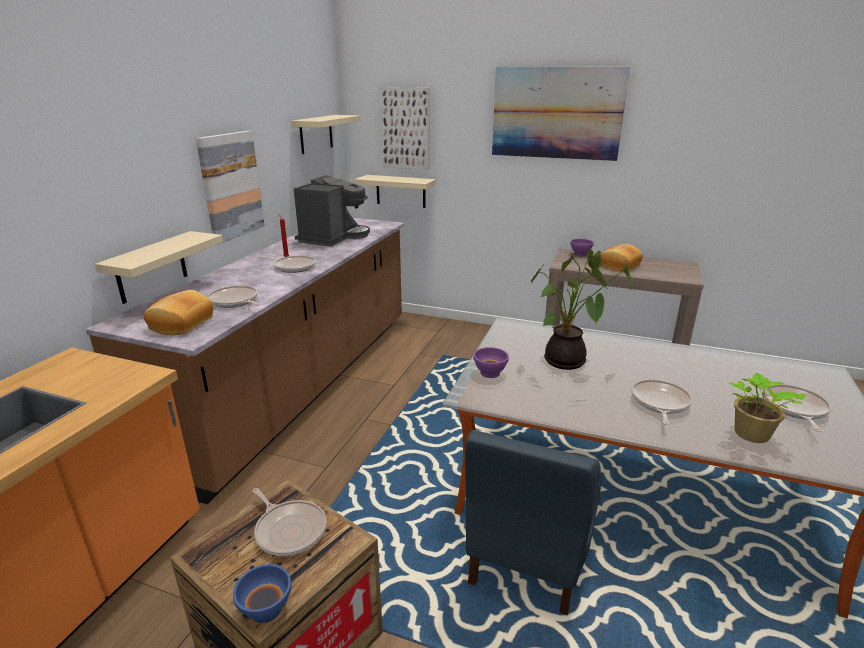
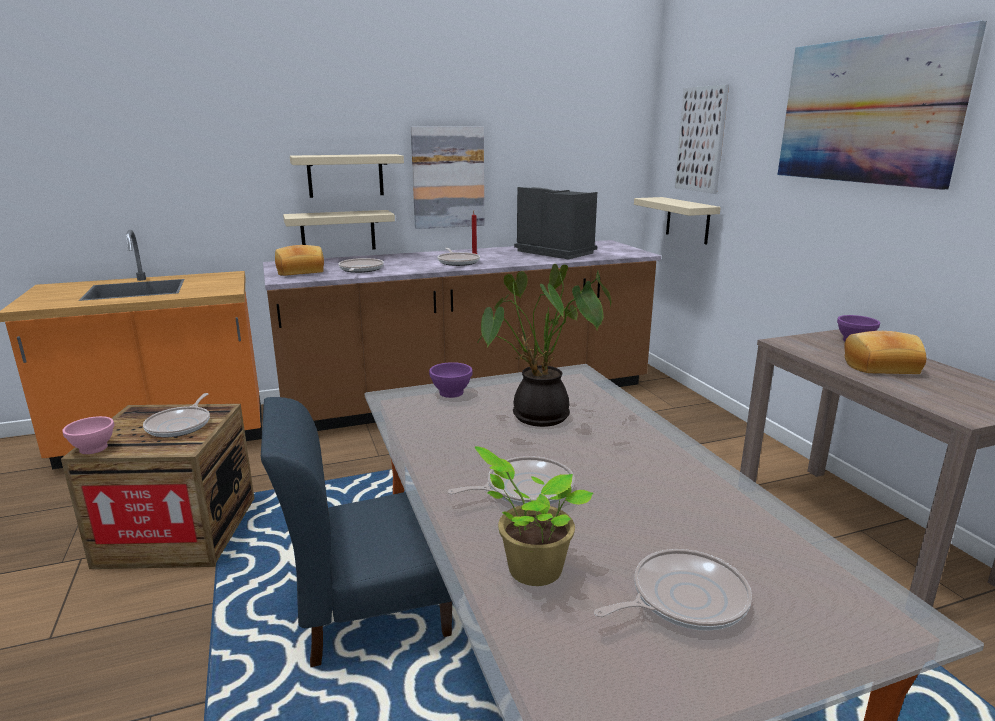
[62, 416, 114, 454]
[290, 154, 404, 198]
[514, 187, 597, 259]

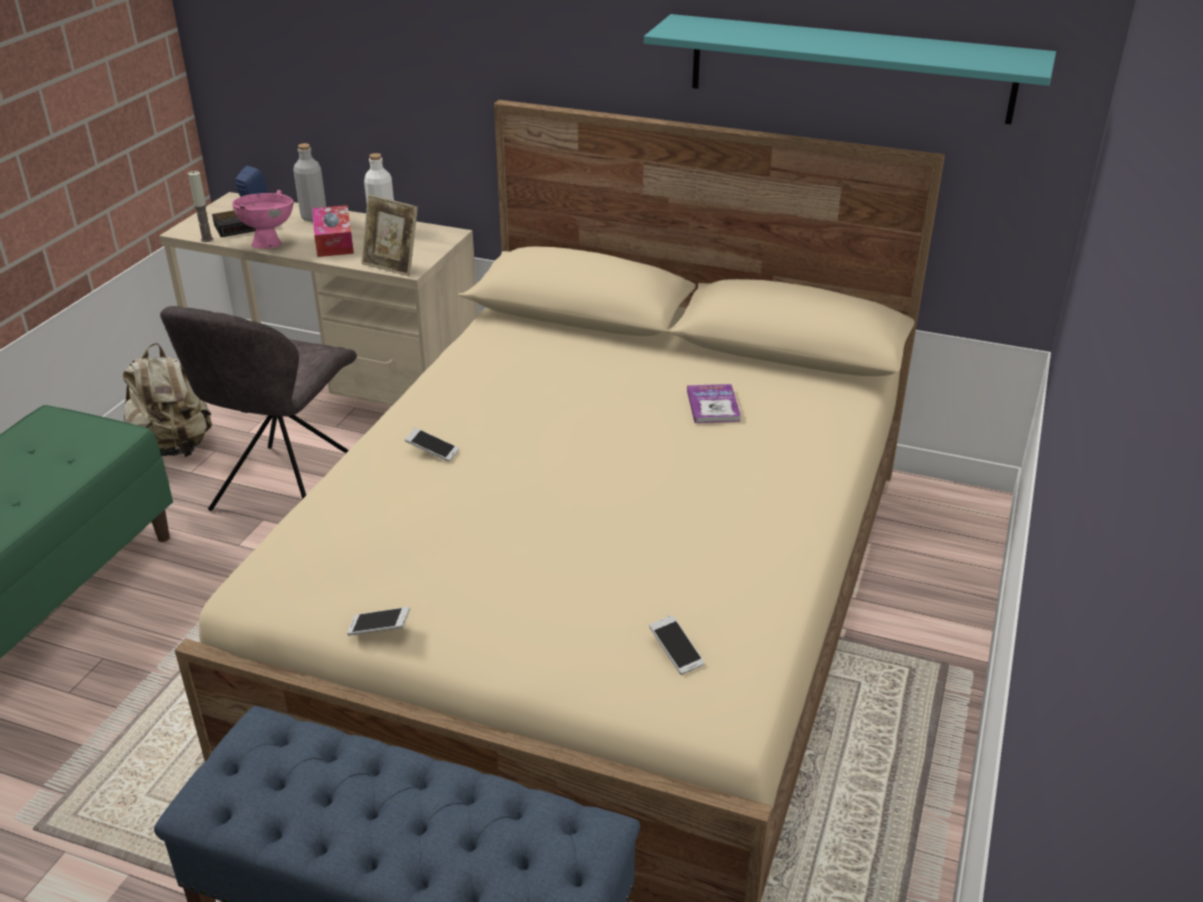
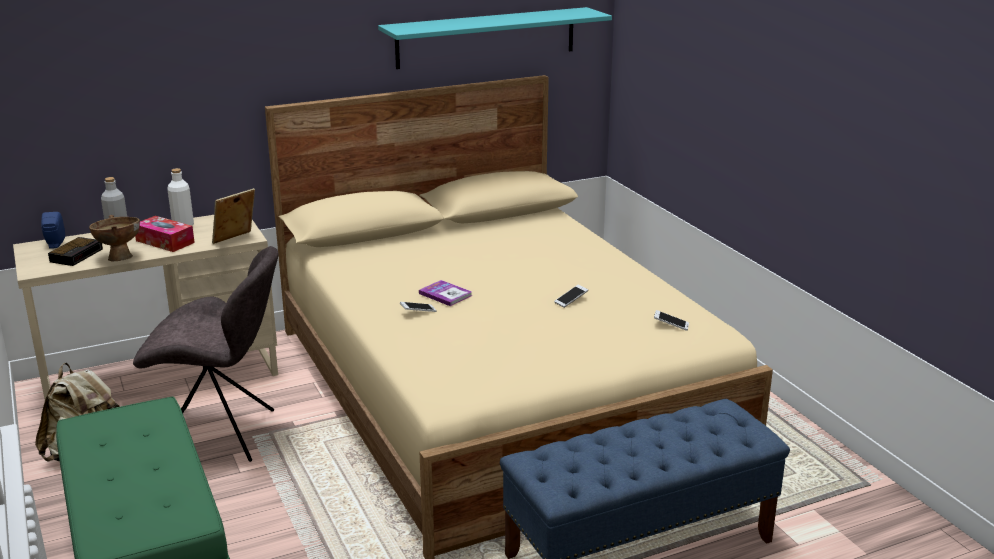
[133, 246, 279, 462]
[188, 171, 213, 242] (first image)
[89, 215, 140, 262]
[554, 284, 588, 308]
[212, 188, 255, 244]
[419, 280, 472, 306]

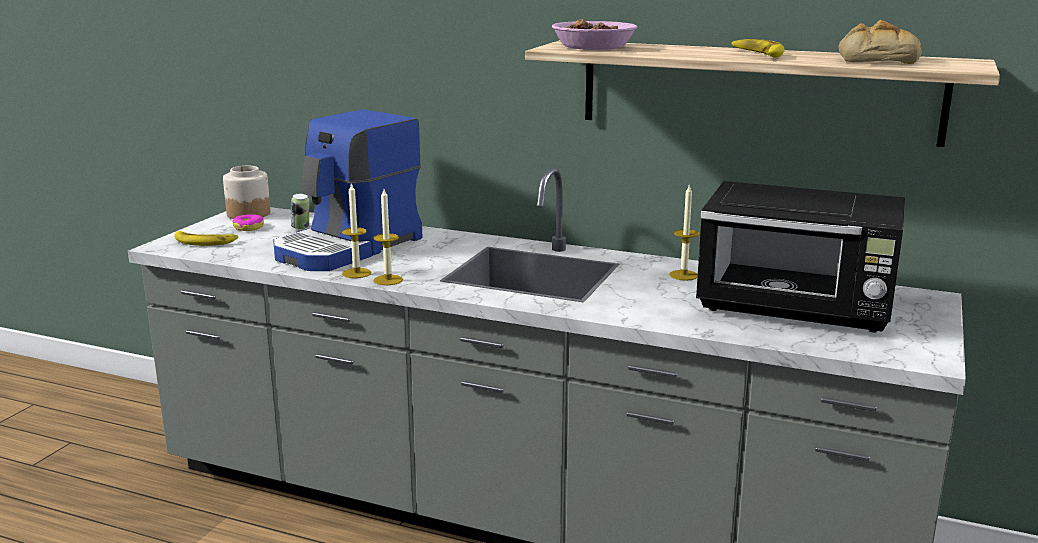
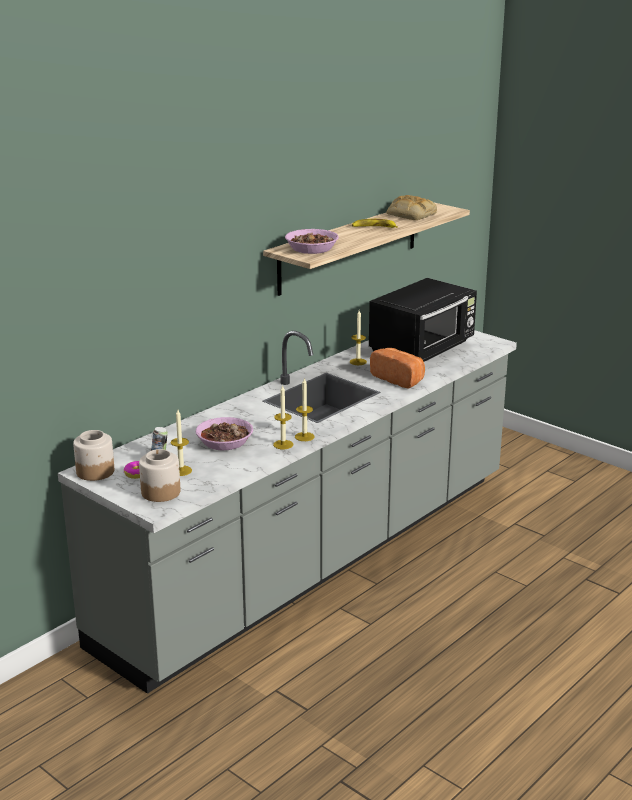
[139, 449, 181, 502]
[196, 417, 253, 450]
[171, 410, 192, 476]
[370, 348, 425, 389]

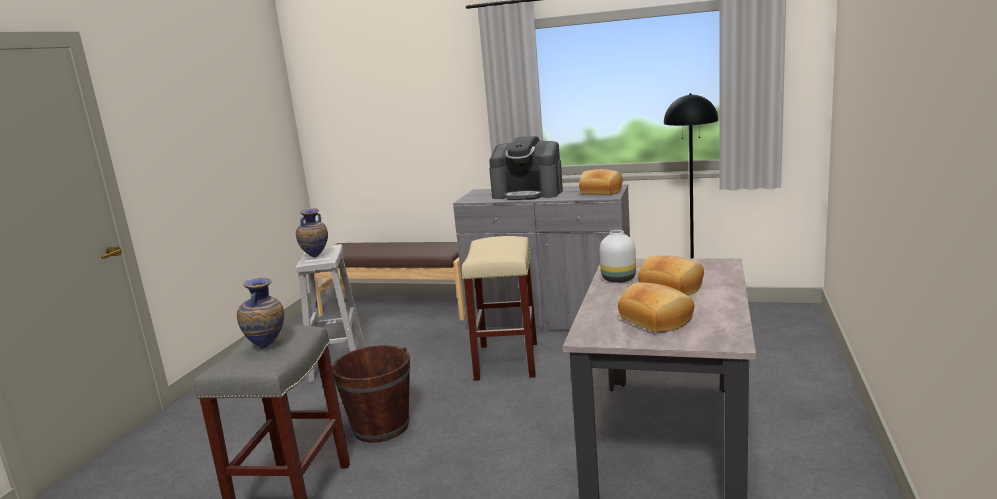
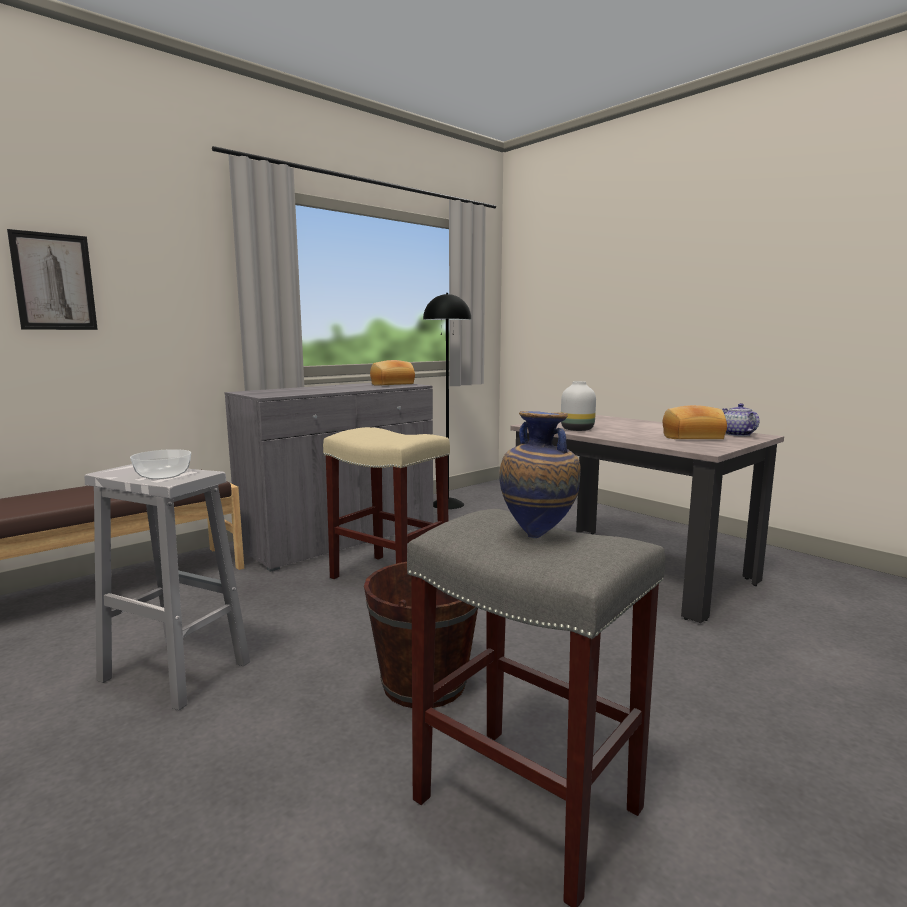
[130, 449, 191, 480]
[489, 136, 563, 200] (first image)
[638, 255, 704, 296] (first image)
[7, 229, 98, 330]
[722, 403, 760, 436]

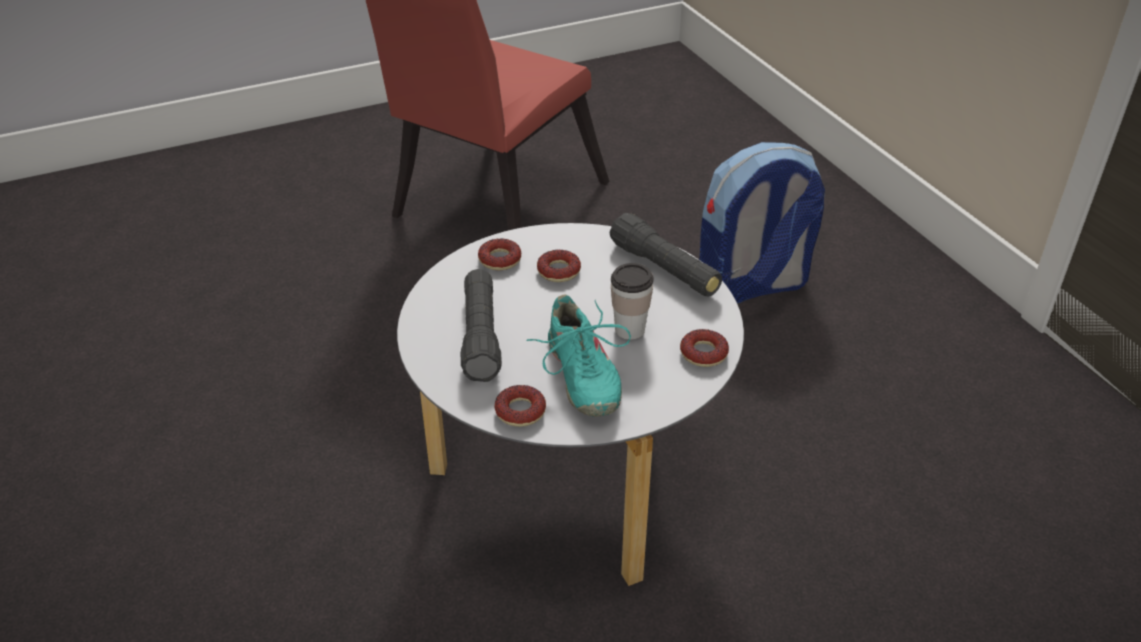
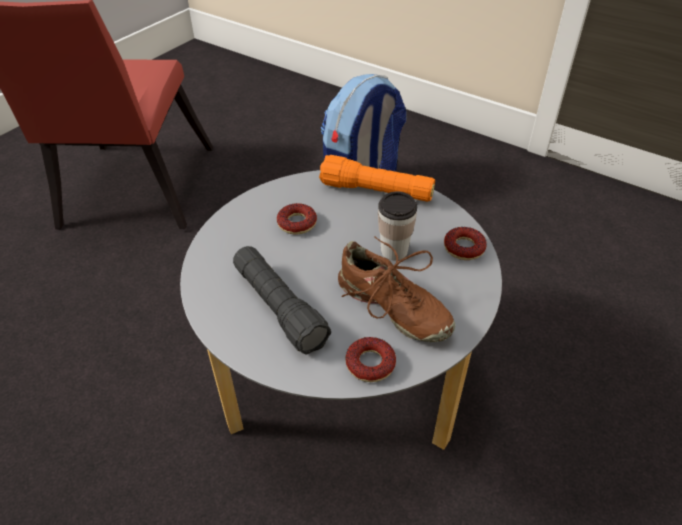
[478, 238, 521, 270] (first image)
[338, 236, 455, 342]
[319, 155, 435, 202]

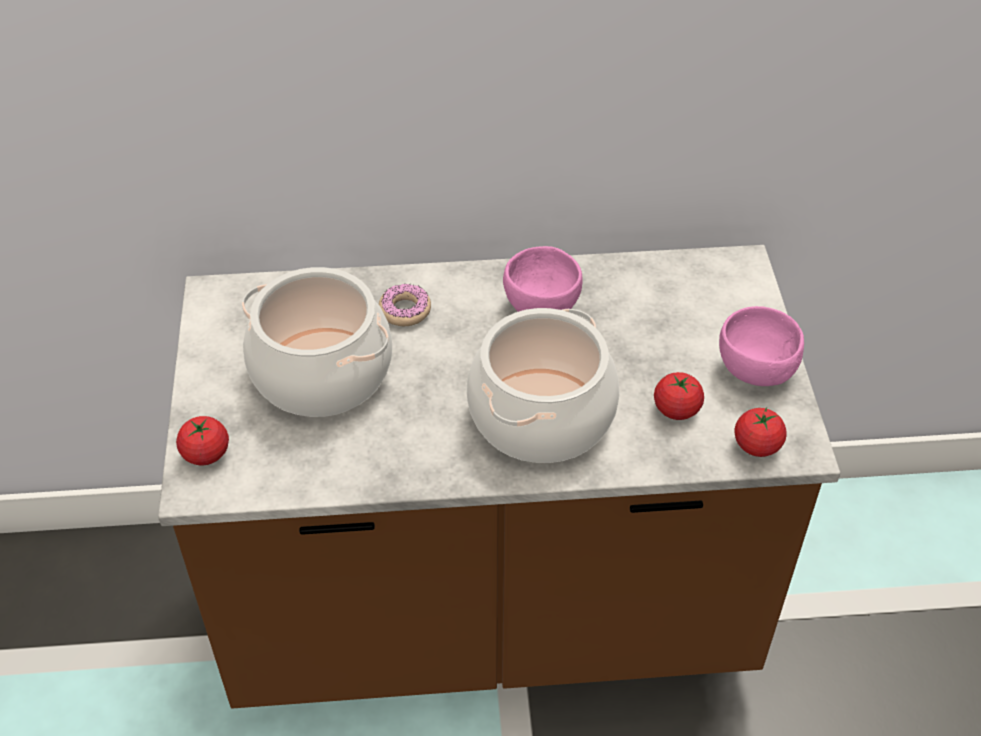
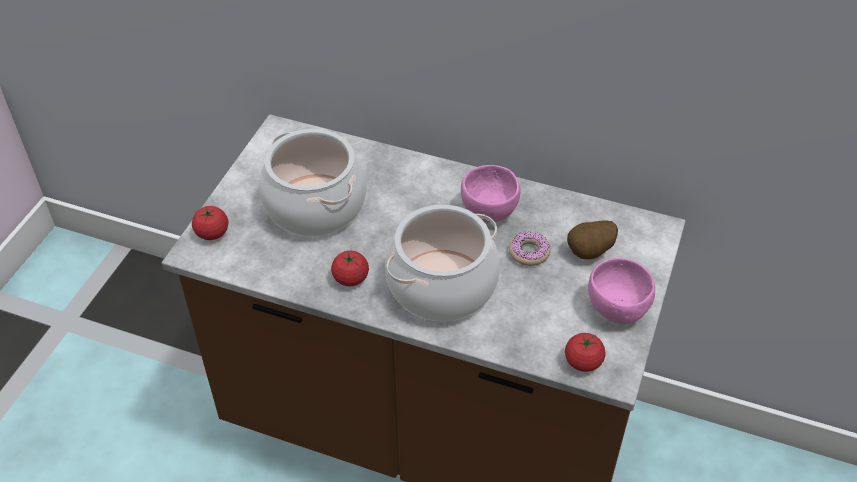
[509, 231, 551, 266]
[331, 251, 369, 286]
[567, 220, 618, 259]

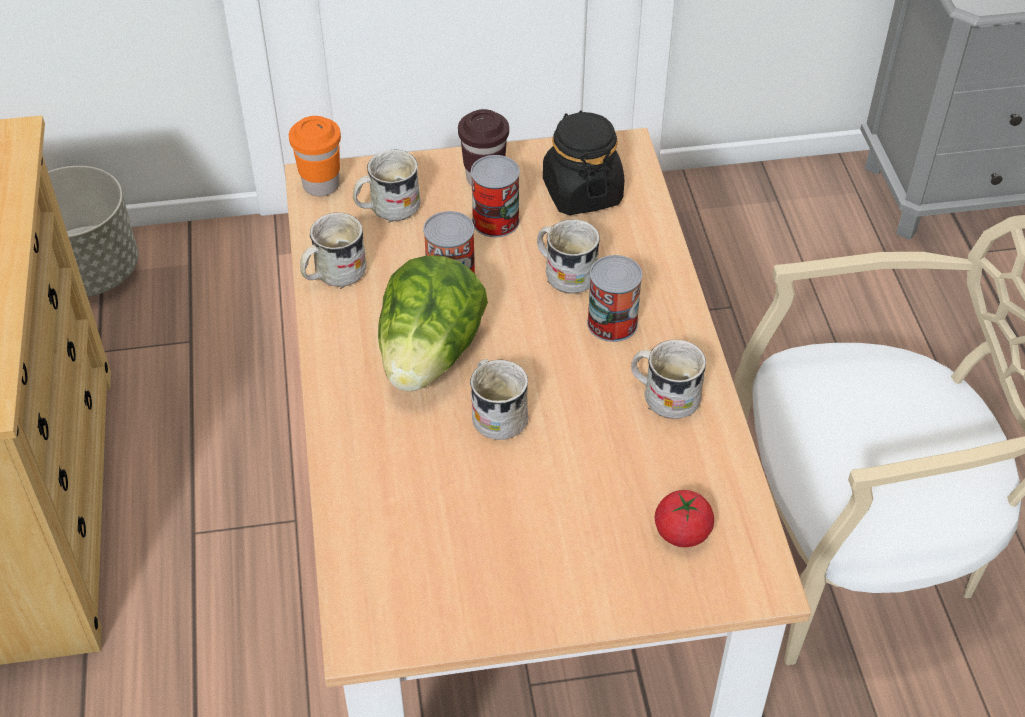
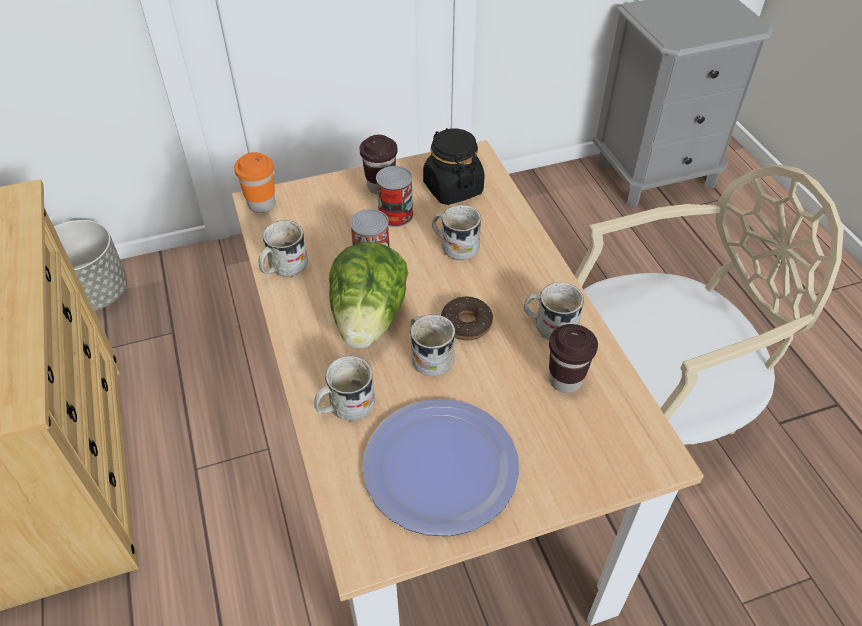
[314, 356, 375, 422]
[587, 255, 643, 342] (first image)
[655, 490, 714, 547] (first image)
[362, 399, 519, 536]
[441, 297, 493, 341]
[549, 324, 598, 393]

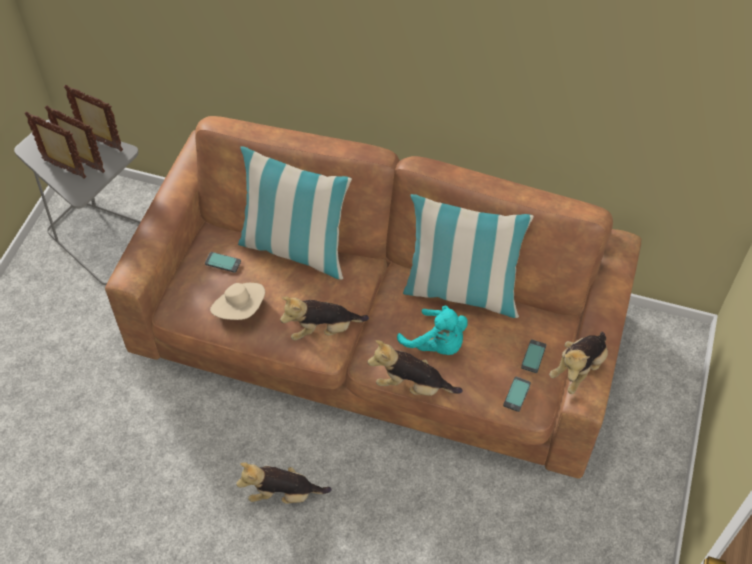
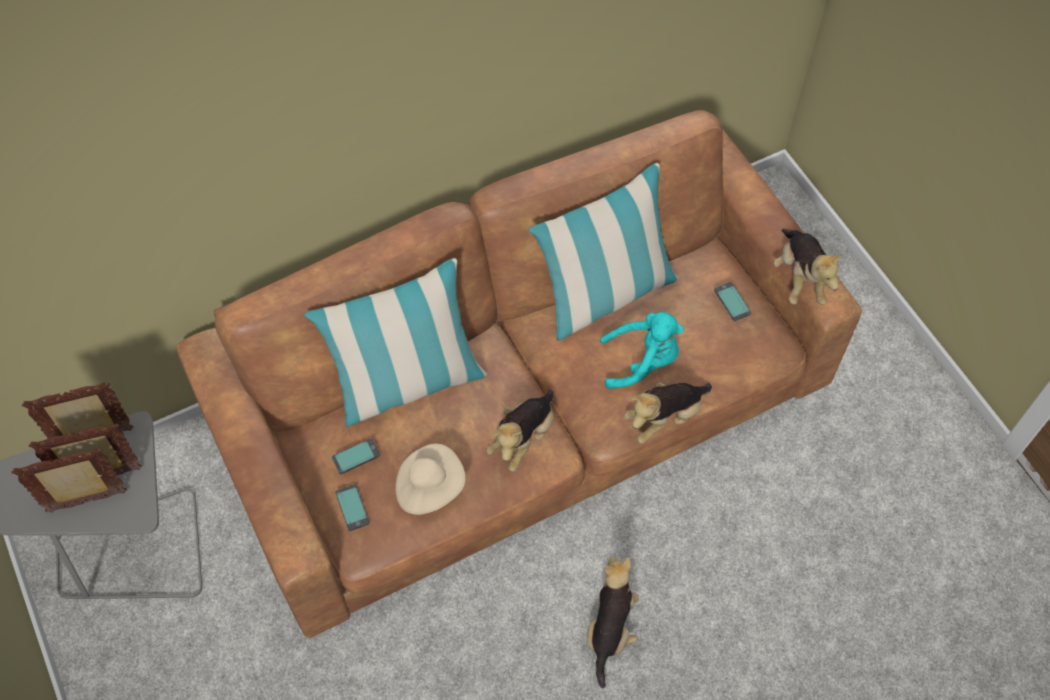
[587, 557, 639, 688]
[335, 484, 369, 531]

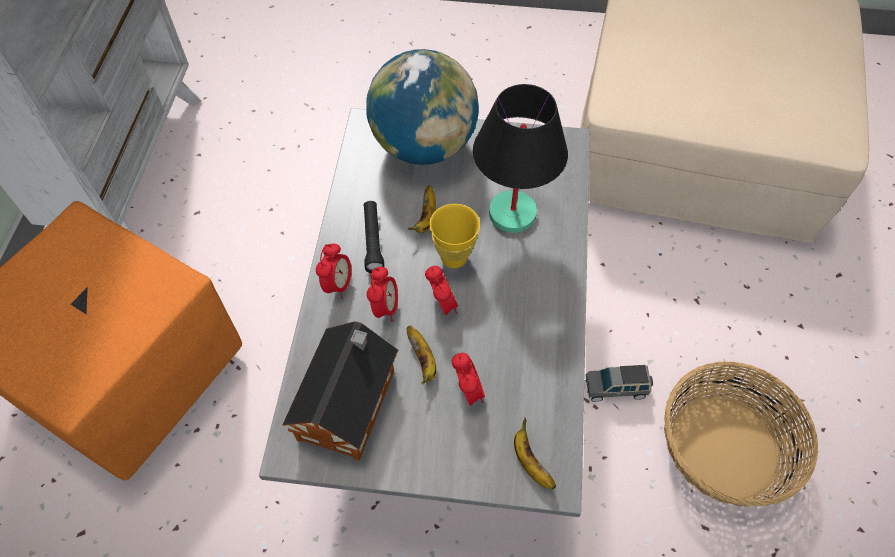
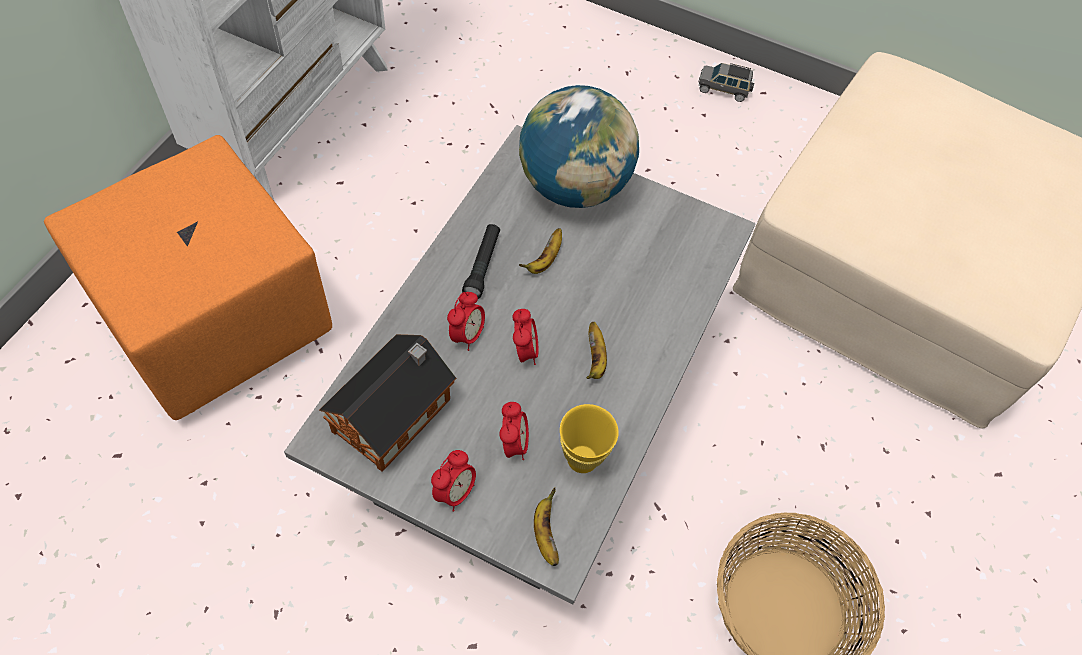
[431, 450, 476, 512]
[587, 322, 607, 379]
[560, 404, 619, 473]
[473, 84, 568, 233] (first image)
[698, 63, 754, 102]

